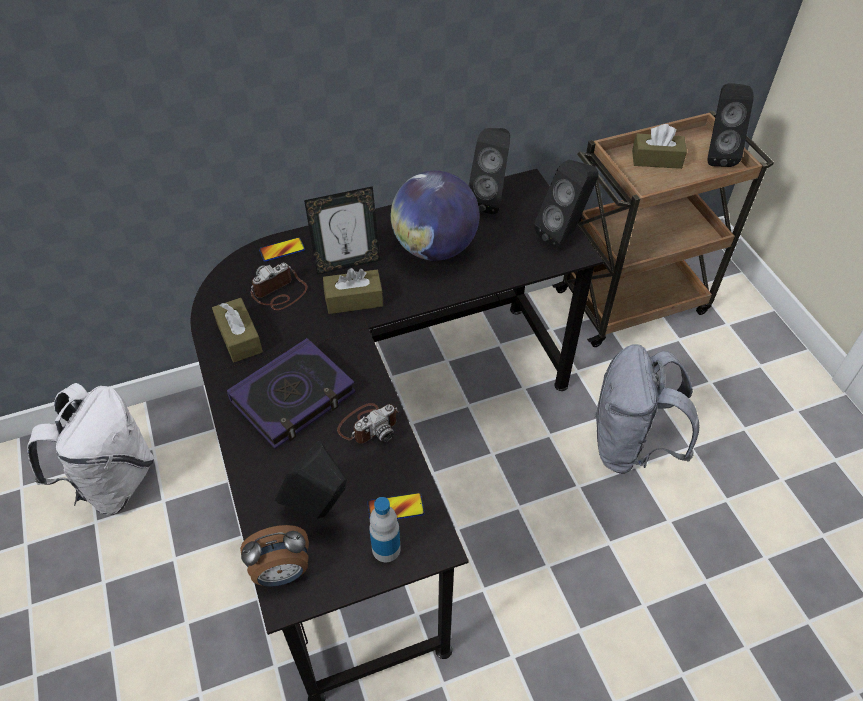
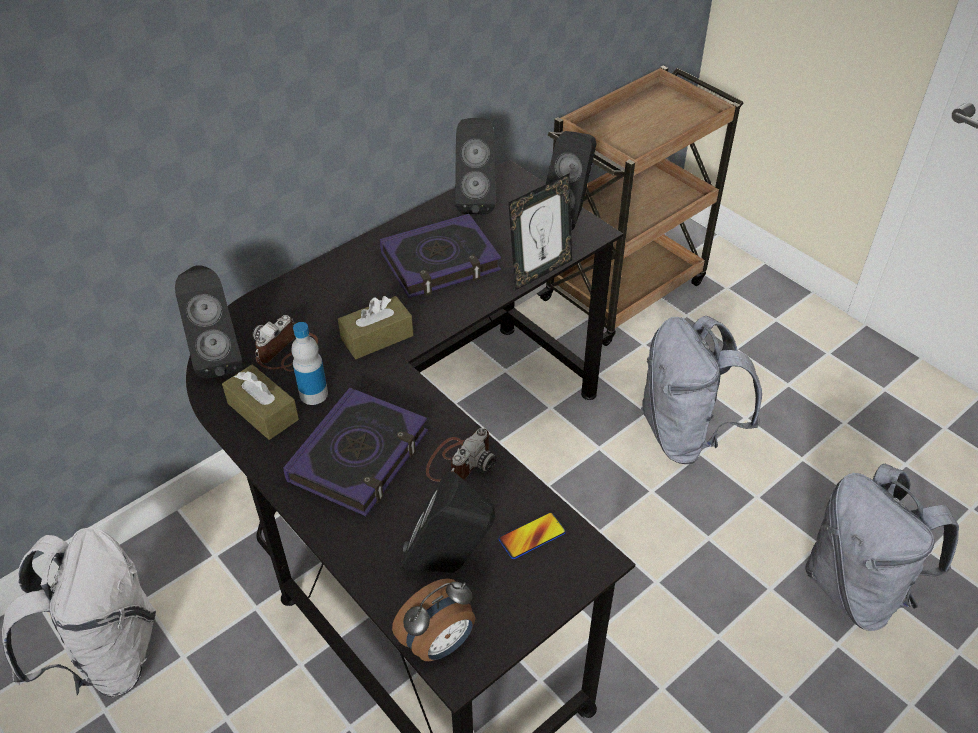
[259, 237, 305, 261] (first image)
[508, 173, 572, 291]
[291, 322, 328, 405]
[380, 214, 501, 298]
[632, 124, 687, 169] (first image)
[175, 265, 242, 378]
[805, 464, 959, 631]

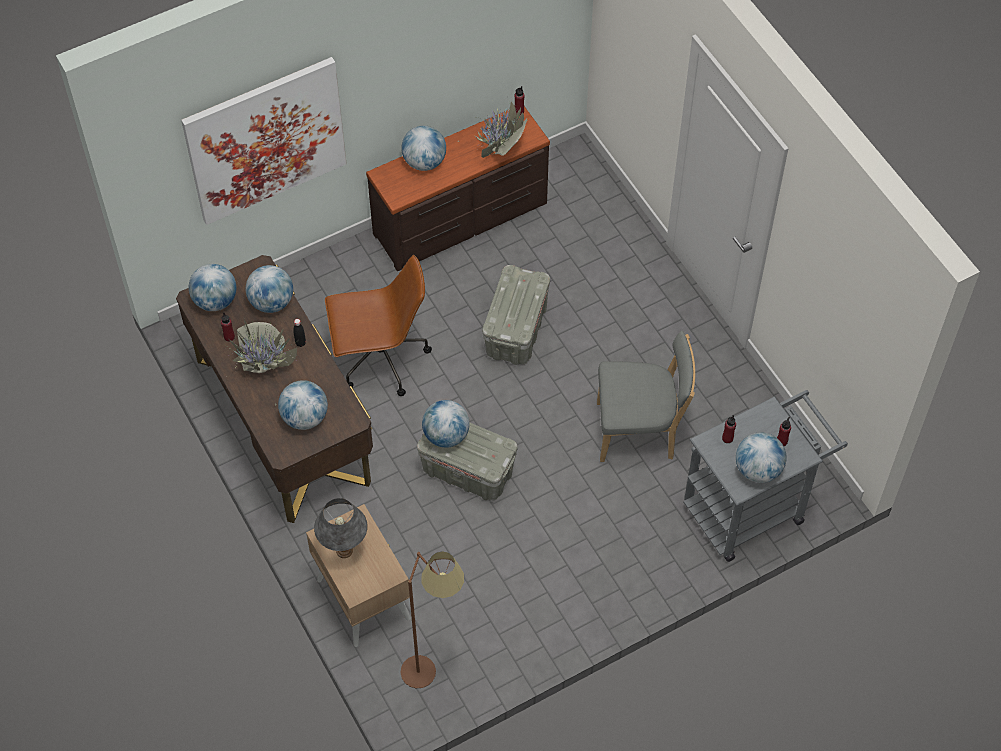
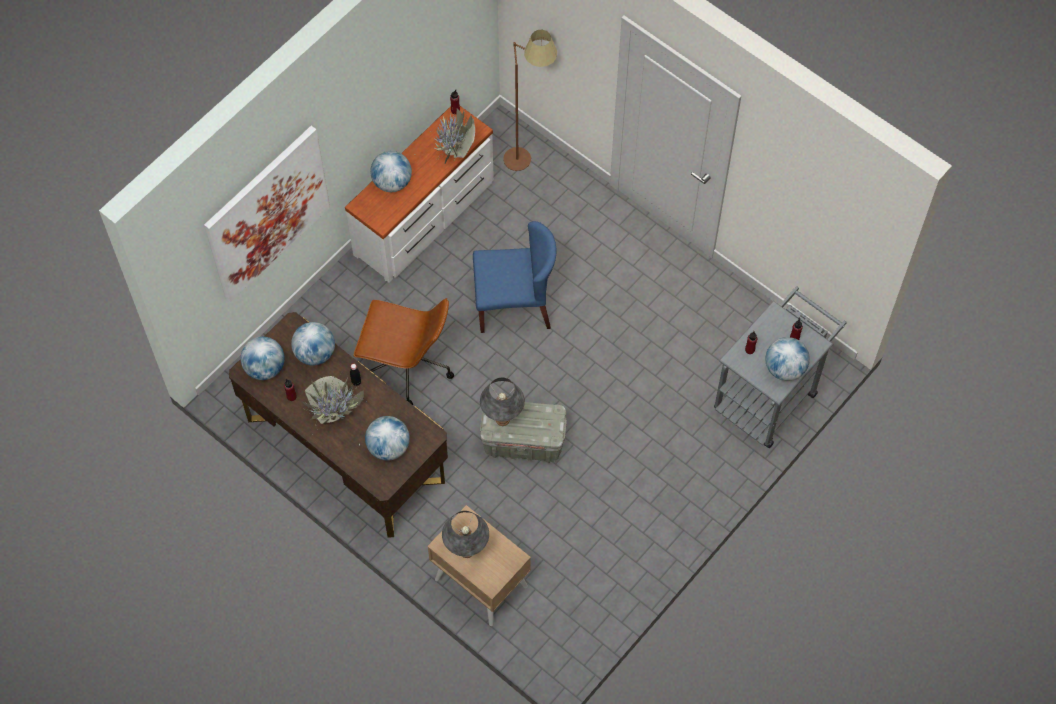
[353, 298, 454, 405]
[345, 106, 494, 283]
[503, 29, 557, 171]
[480, 377, 525, 426]
[473, 221, 556, 333]
[597, 331, 695, 462] (first image)

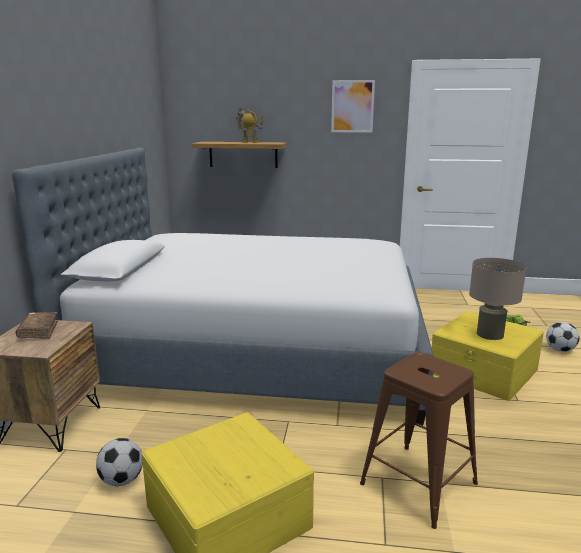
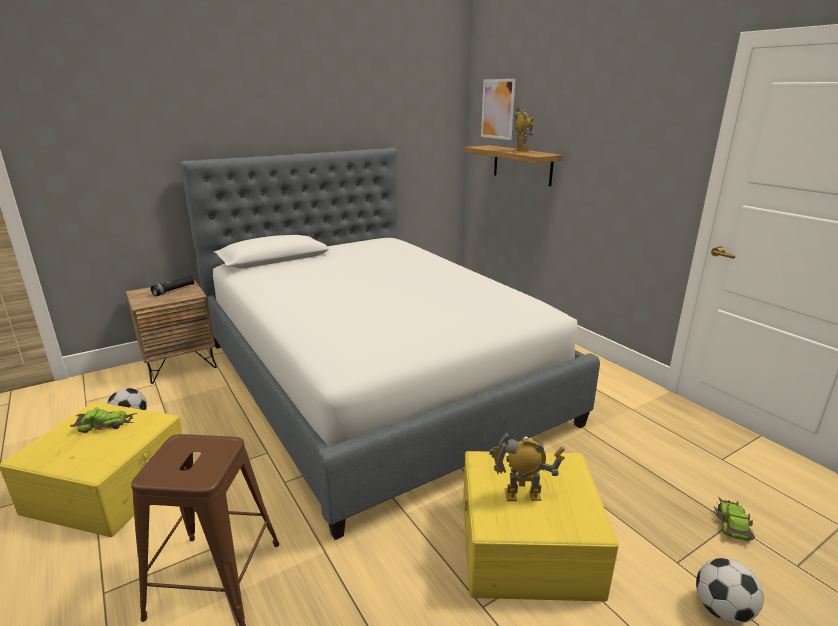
[151, 276, 194, 296]
[481, 79, 516, 140]
[489, 432, 565, 501]
[70, 408, 137, 433]

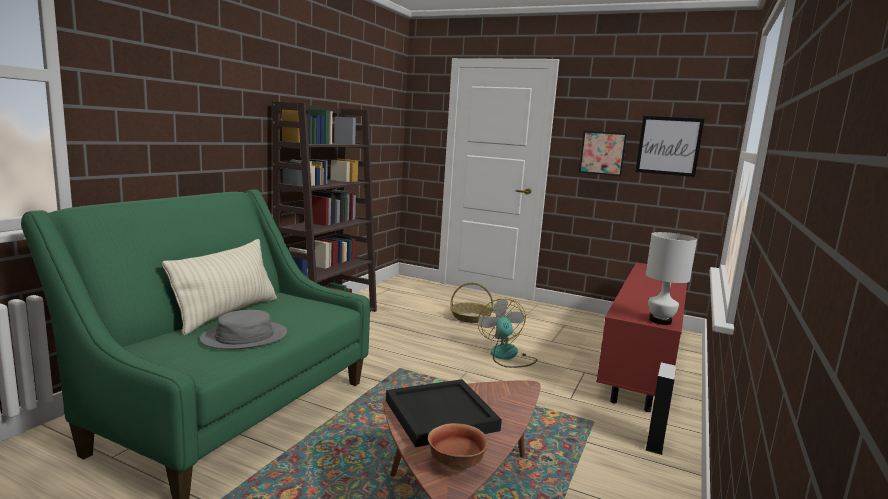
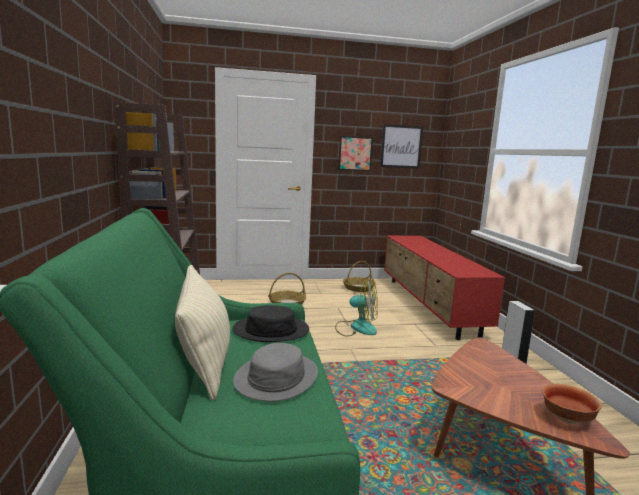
[386, 379, 502, 447] (first image)
[335, 281, 378, 337]
[646, 232, 697, 325] (first image)
[232, 305, 309, 342]
[343, 261, 376, 292]

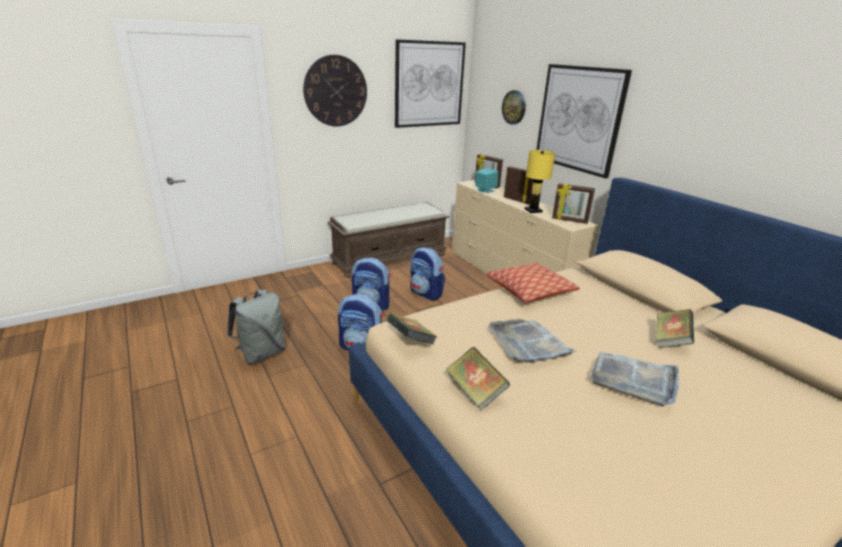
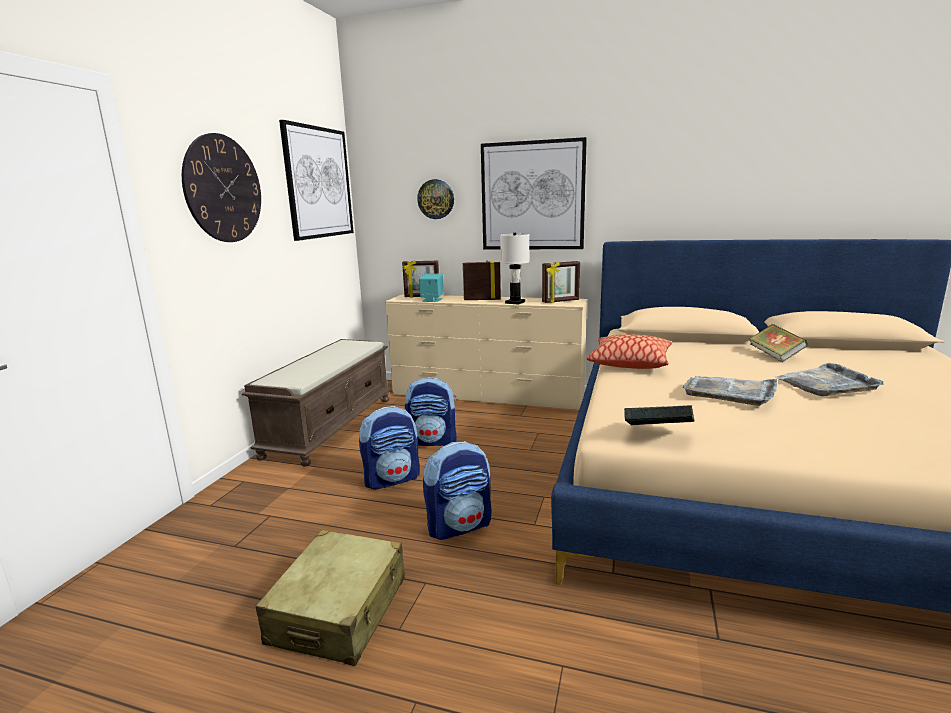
[256, 530, 405, 666]
[445, 347, 510, 410] (first image)
[500, 233, 530, 305]

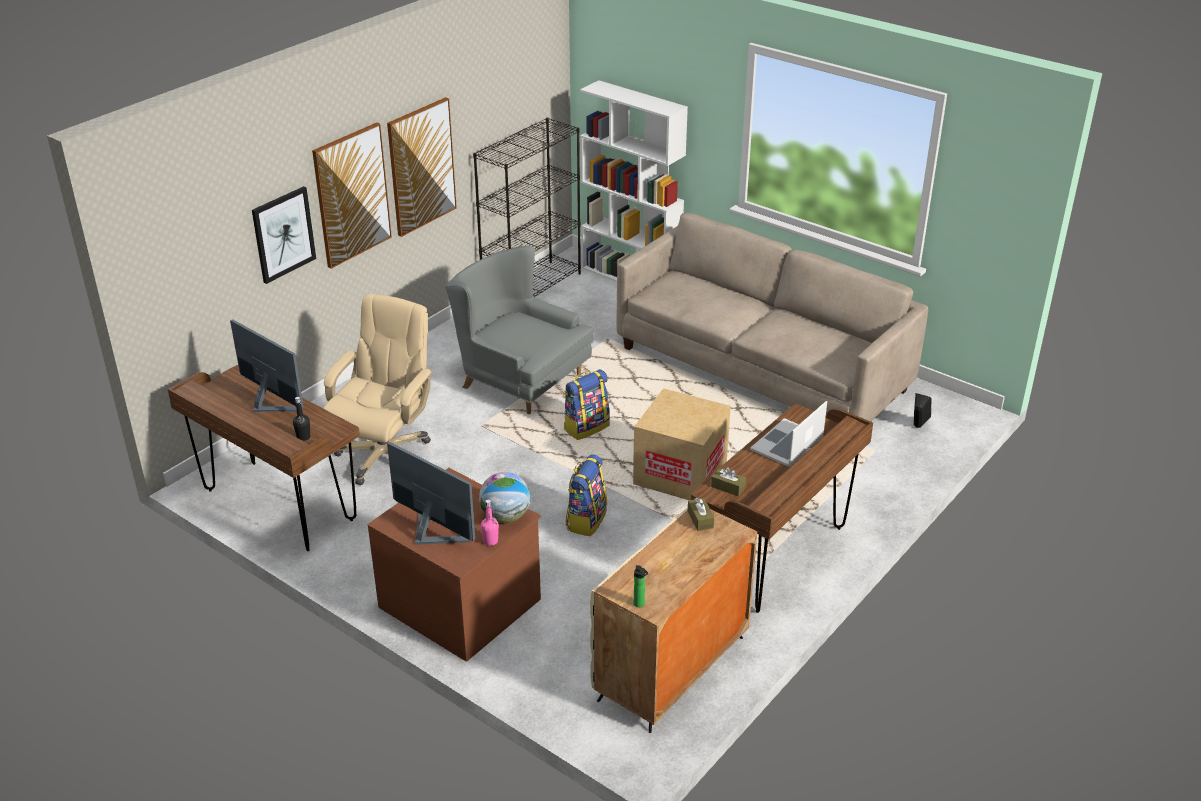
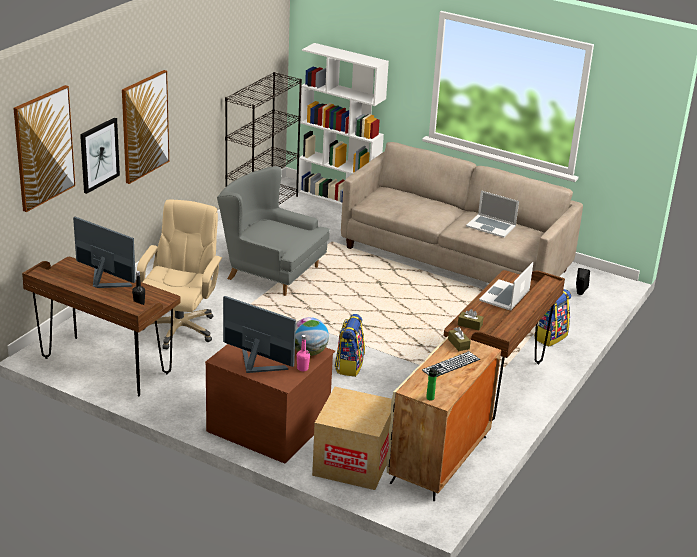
[13, 85, 75, 212]
[534, 289, 571, 346]
[312, 387, 392, 490]
[422, 351, 480, 377]
[466, 190, 519, 238]

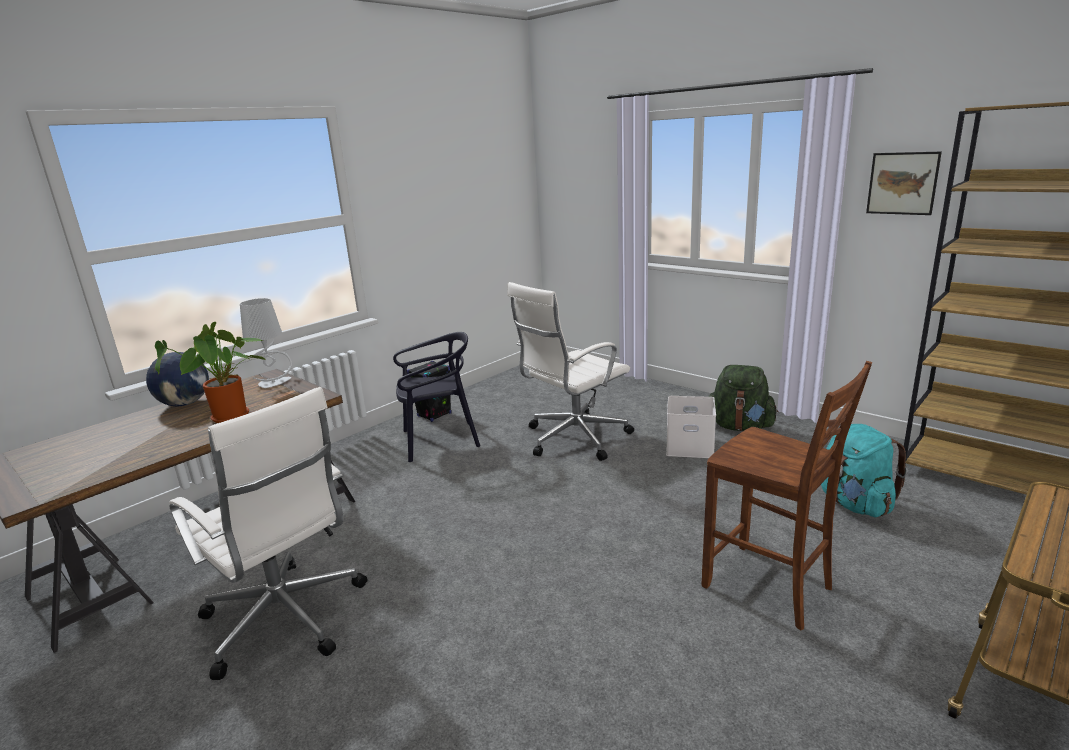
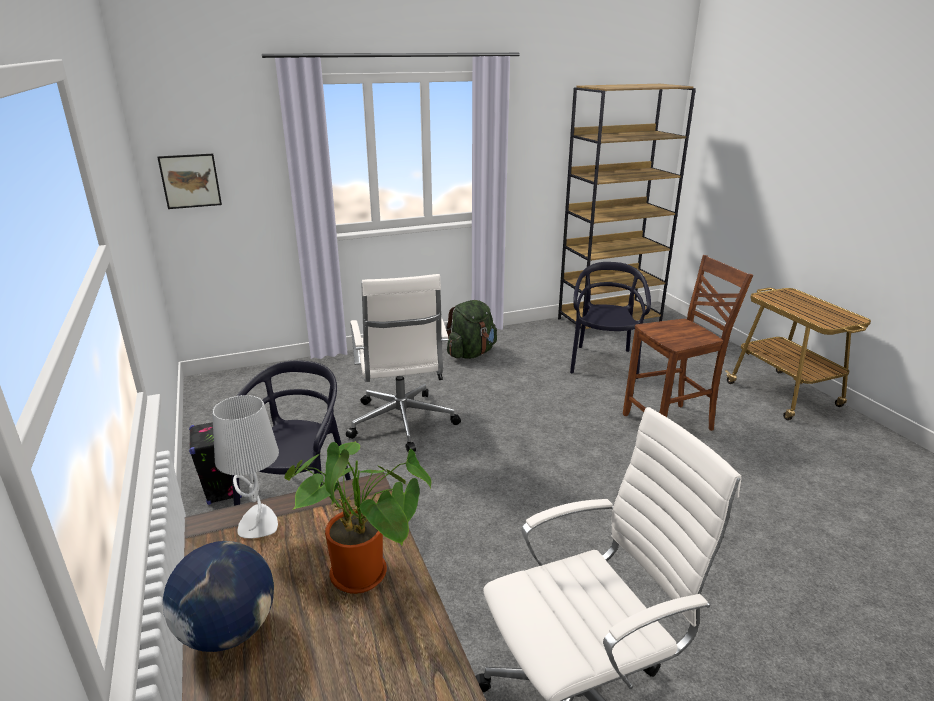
[666, 396, 716, 458] (first image)
[570, 262, 651, 379]
[157, 154, 222, 209]

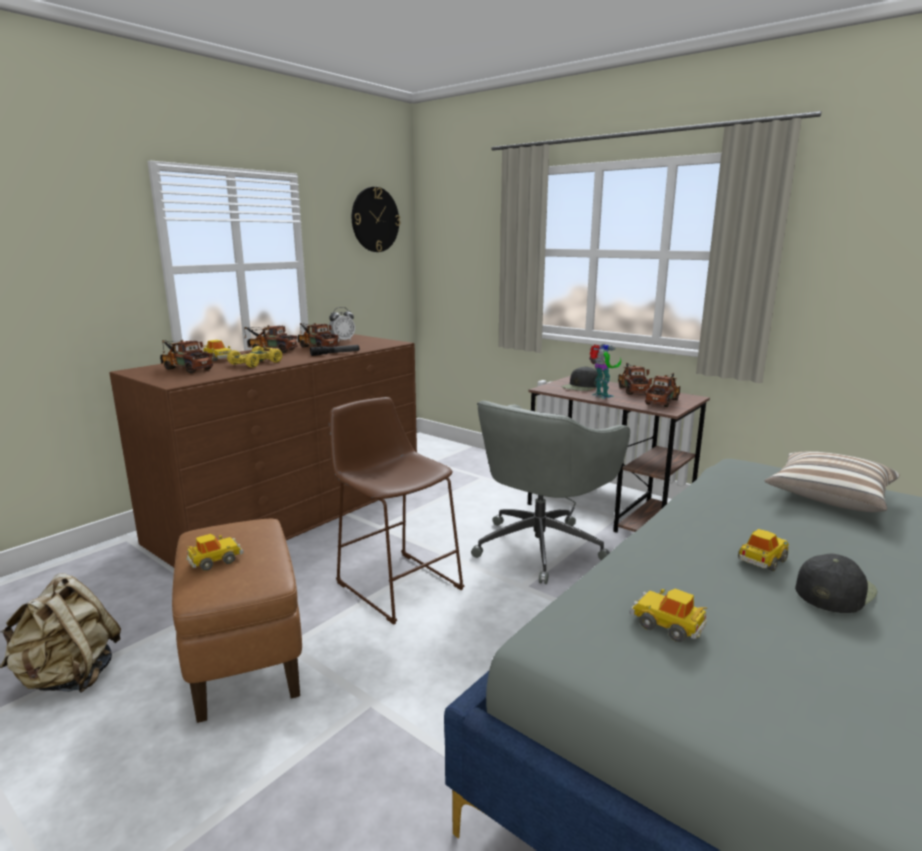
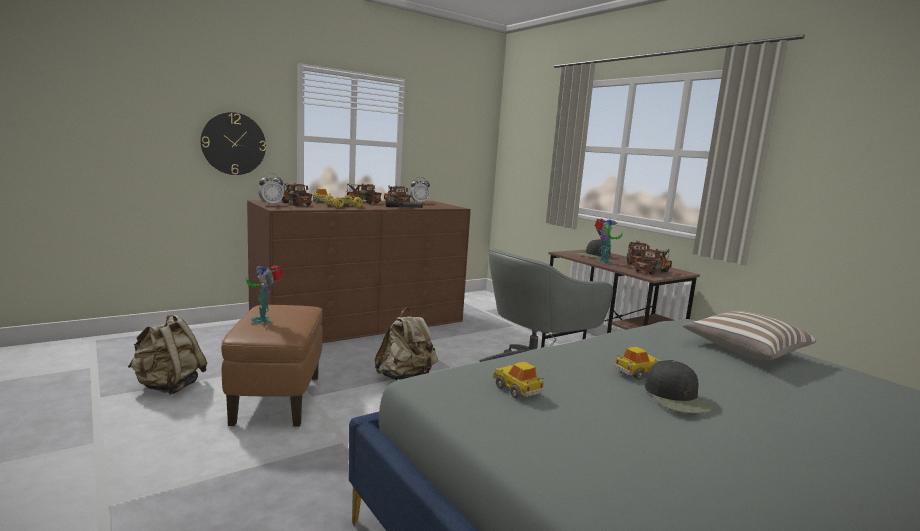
[246, 265, 283, 324]
[375, 308, 438, 380]
[201, 112, 266, 175]
[645, 360, 713, 413]
[258, 173, 284, 205]

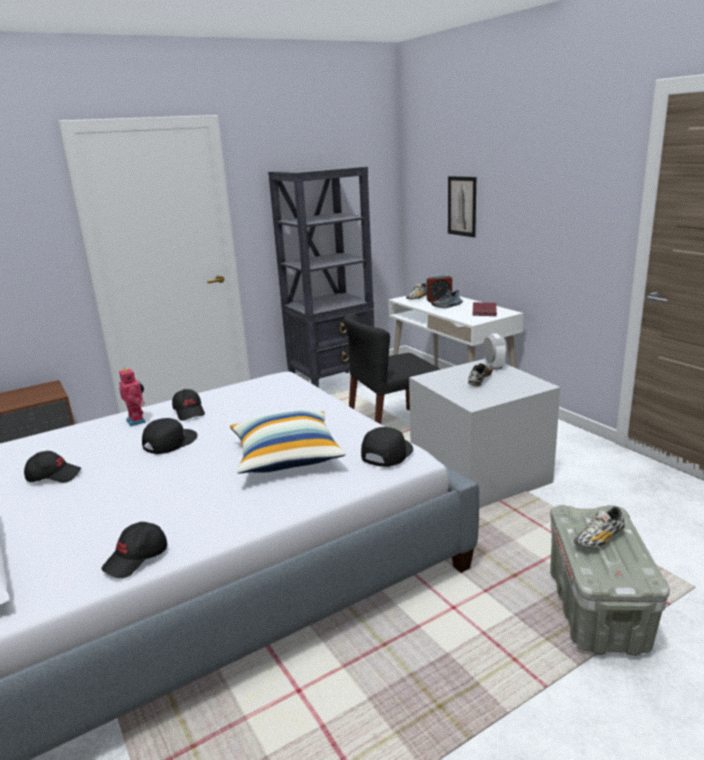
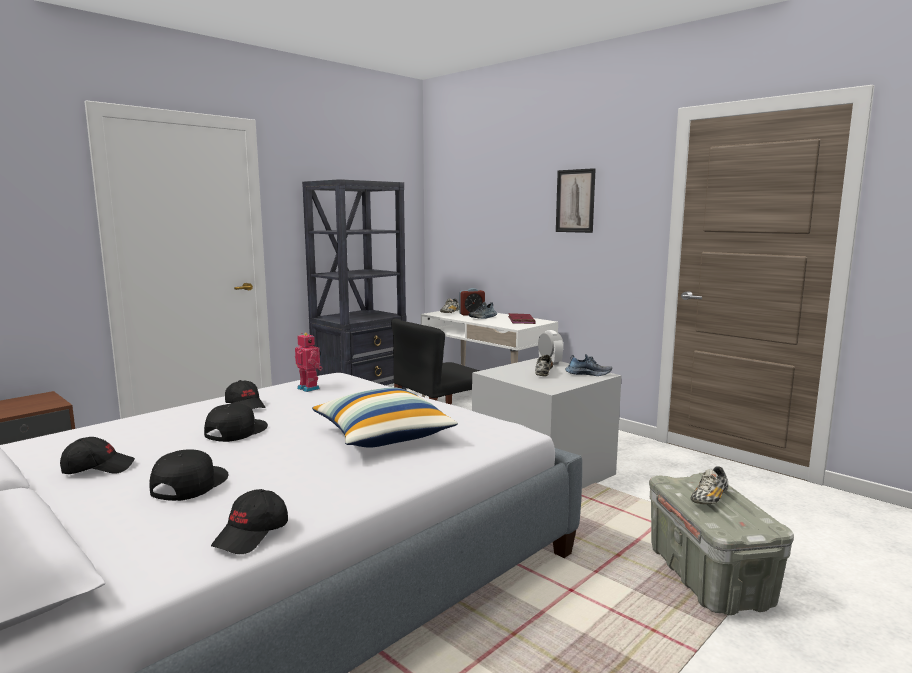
[295, 333, 323, 392]
[150, 450, 228, 501]
[556, 168, 596, 233]
[565, 354, 612, 376]

